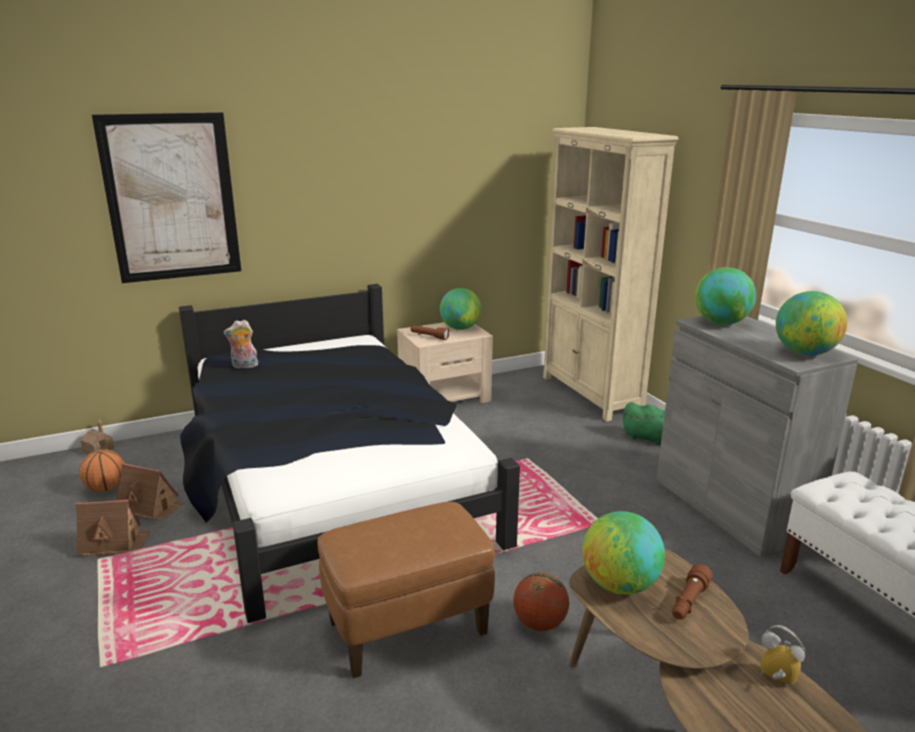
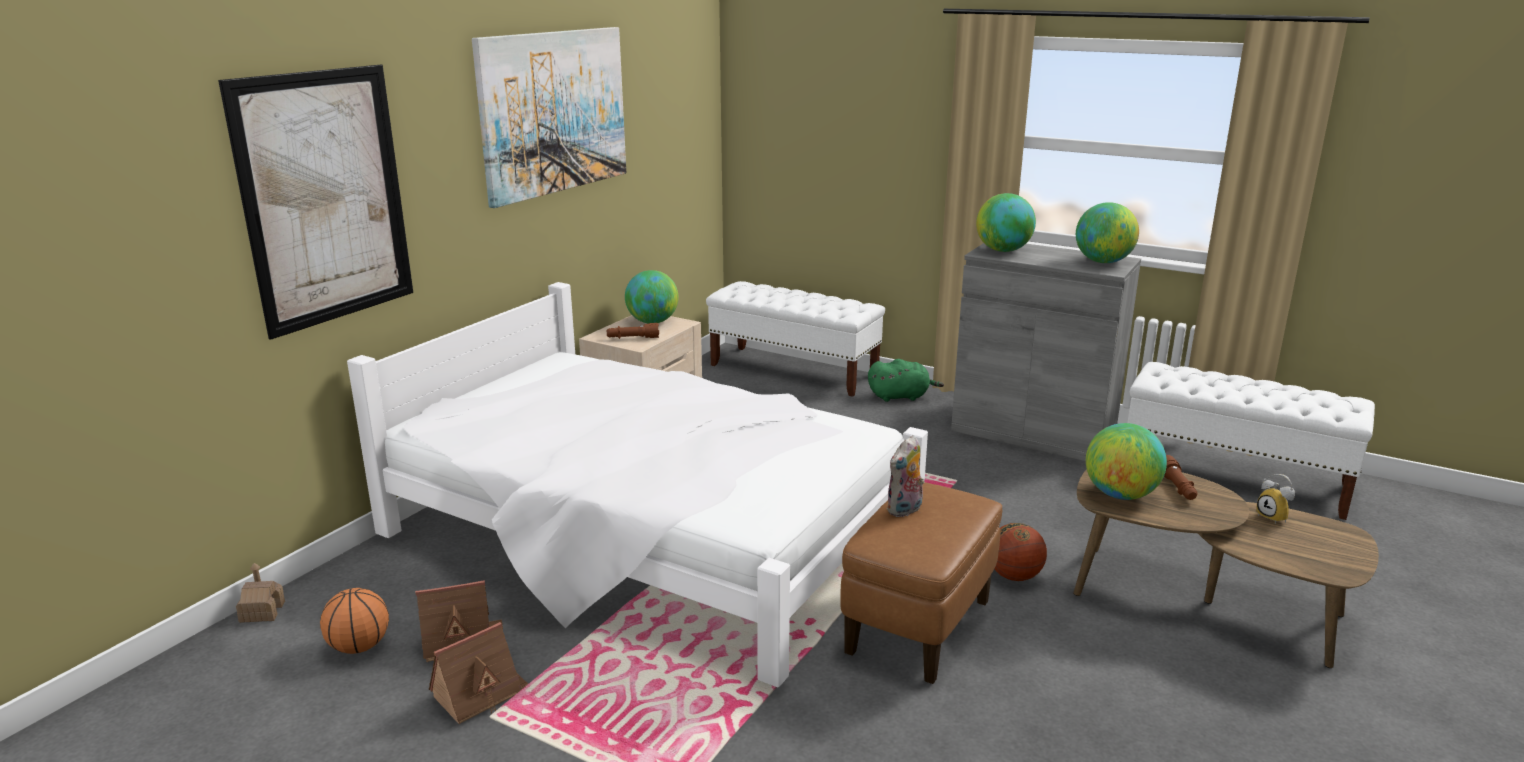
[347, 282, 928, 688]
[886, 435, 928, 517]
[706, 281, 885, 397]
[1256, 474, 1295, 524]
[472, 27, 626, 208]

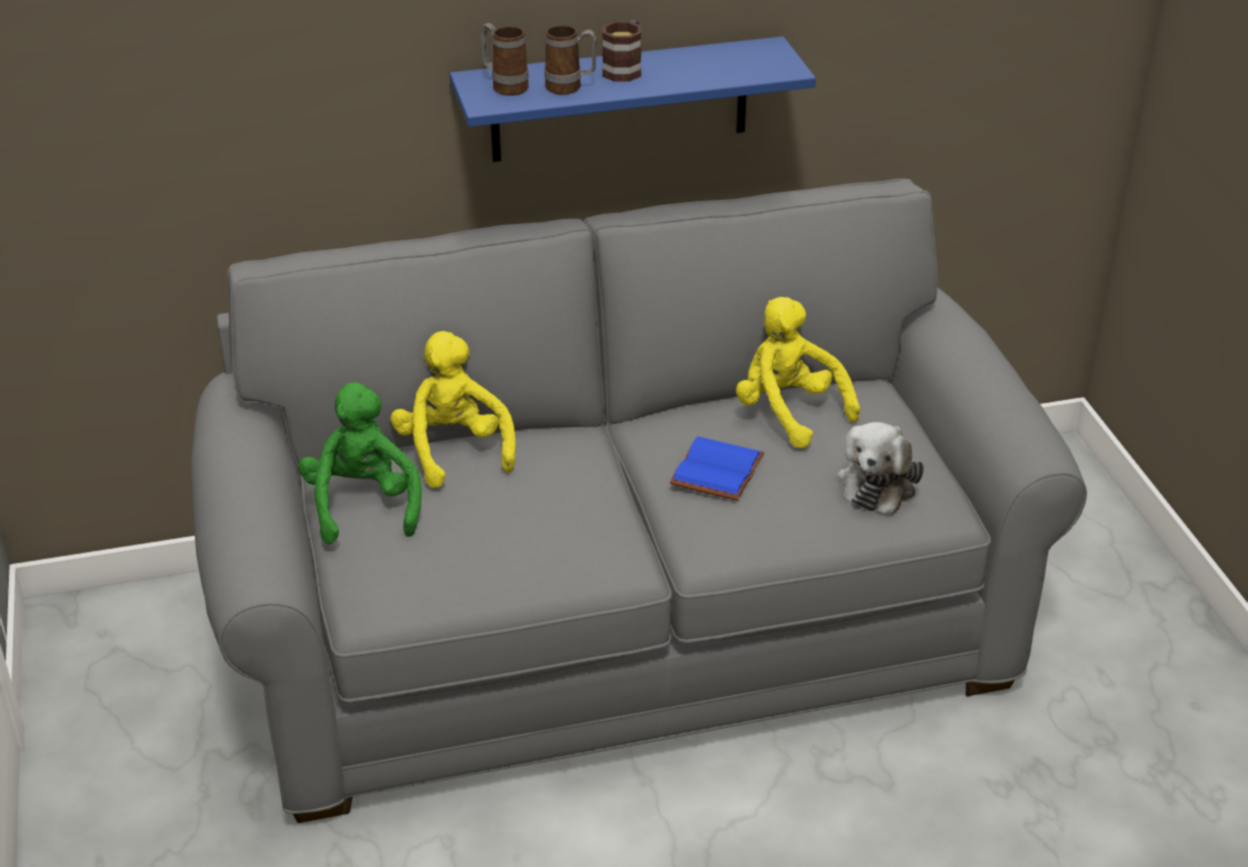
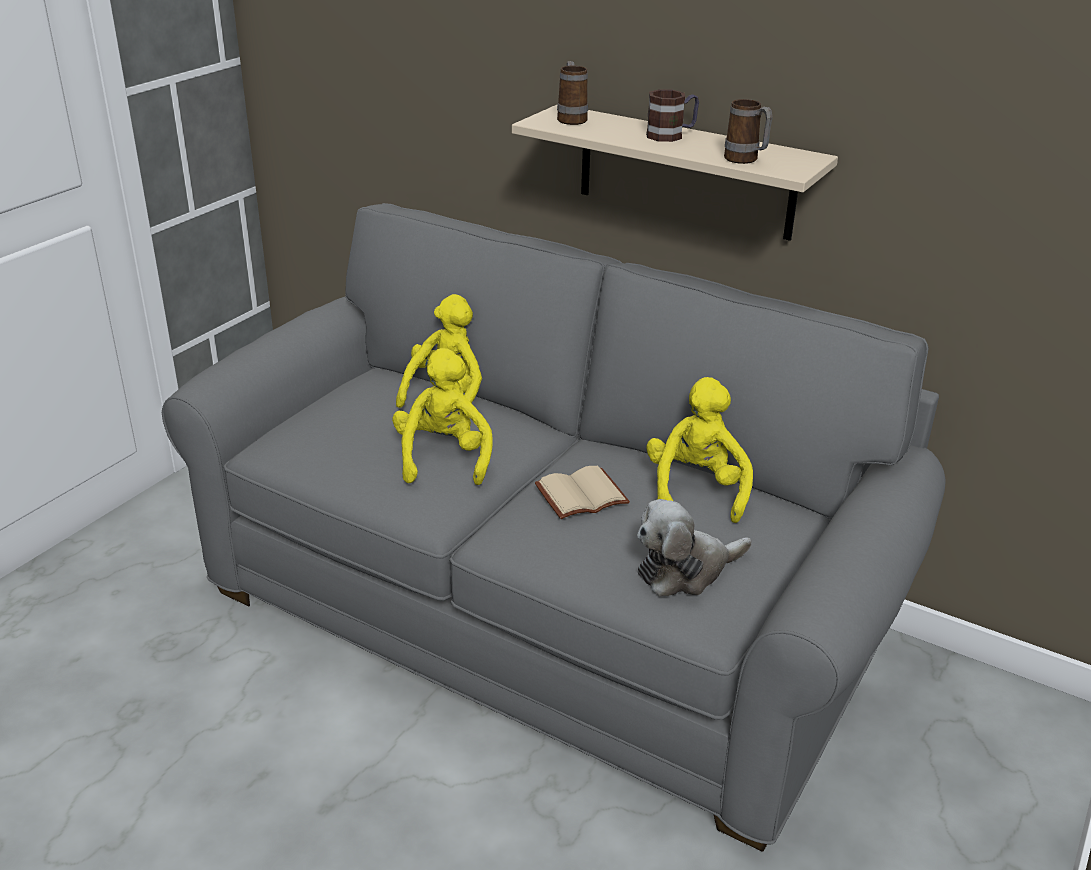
[298, 382, 422, 544] (first image)
[512, 105, 838, 241]
[724, 99, 773, 164]
[535, 466, 630, 519]
[392, 348, 492, 485]

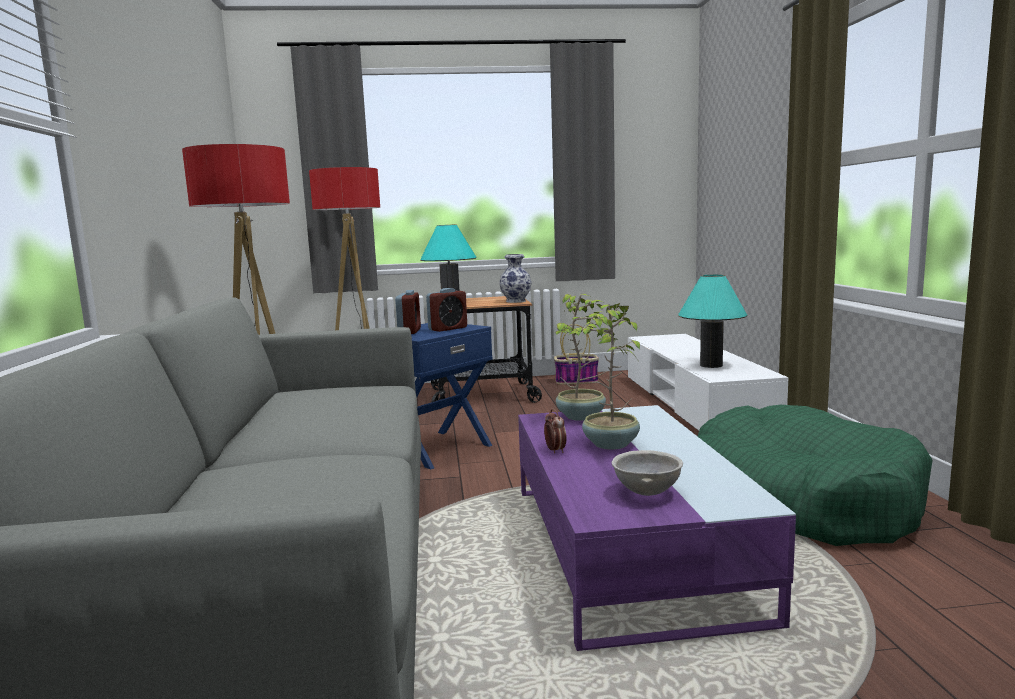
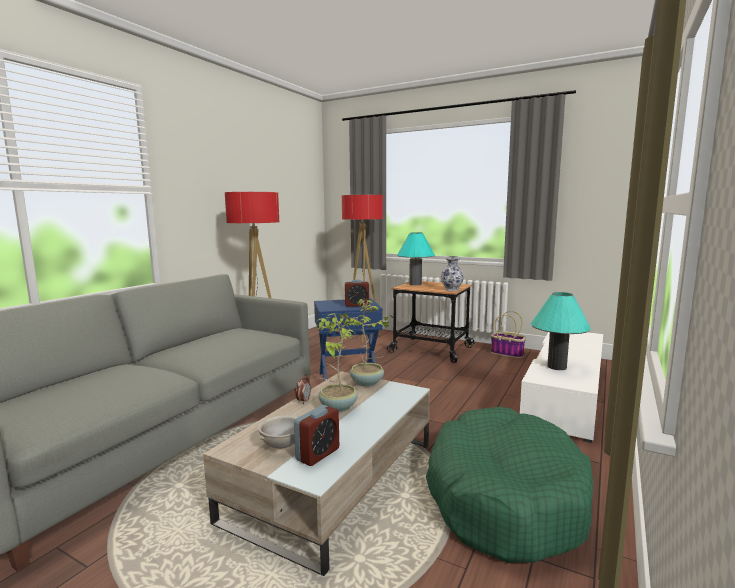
[294, 405, 339, 466]
[203, 371, 430, 576]

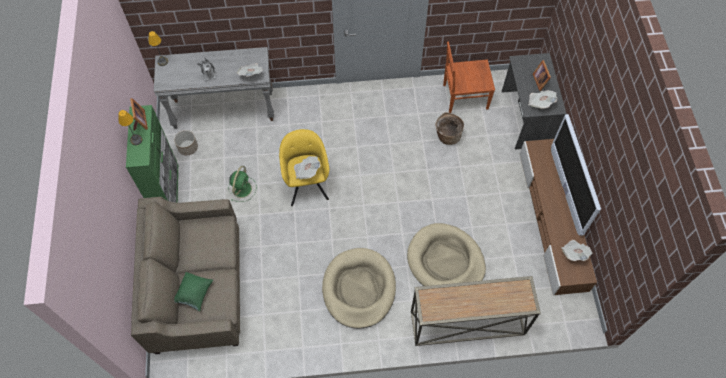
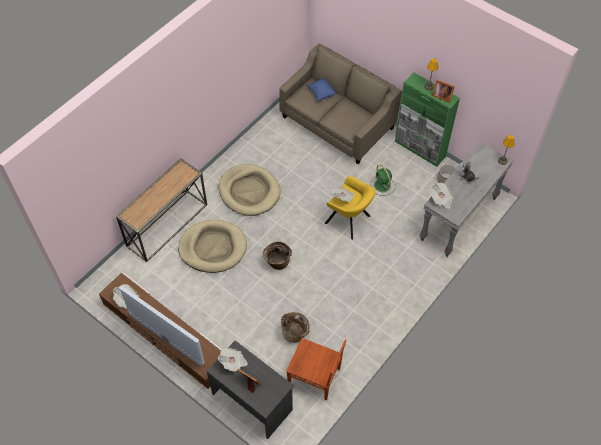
[306, 78, 336, 102]
[286, 338, 347, 400]
[263, 242, 292, 270]

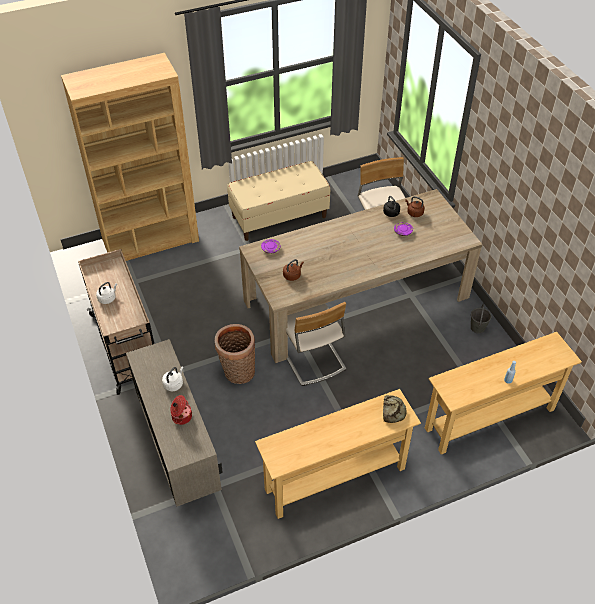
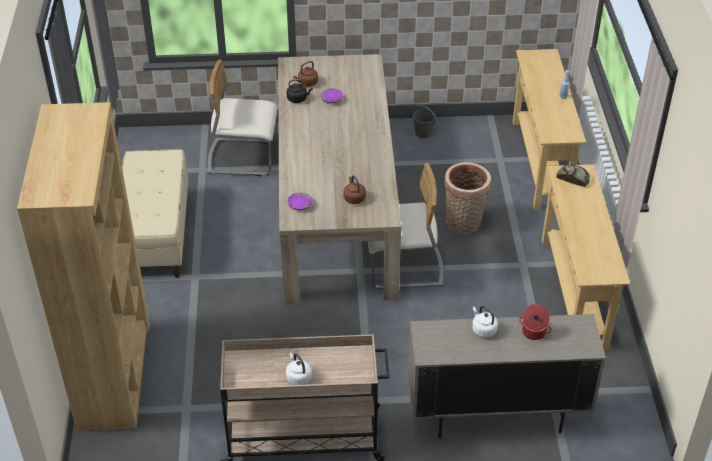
[444, 162, 491, 234]

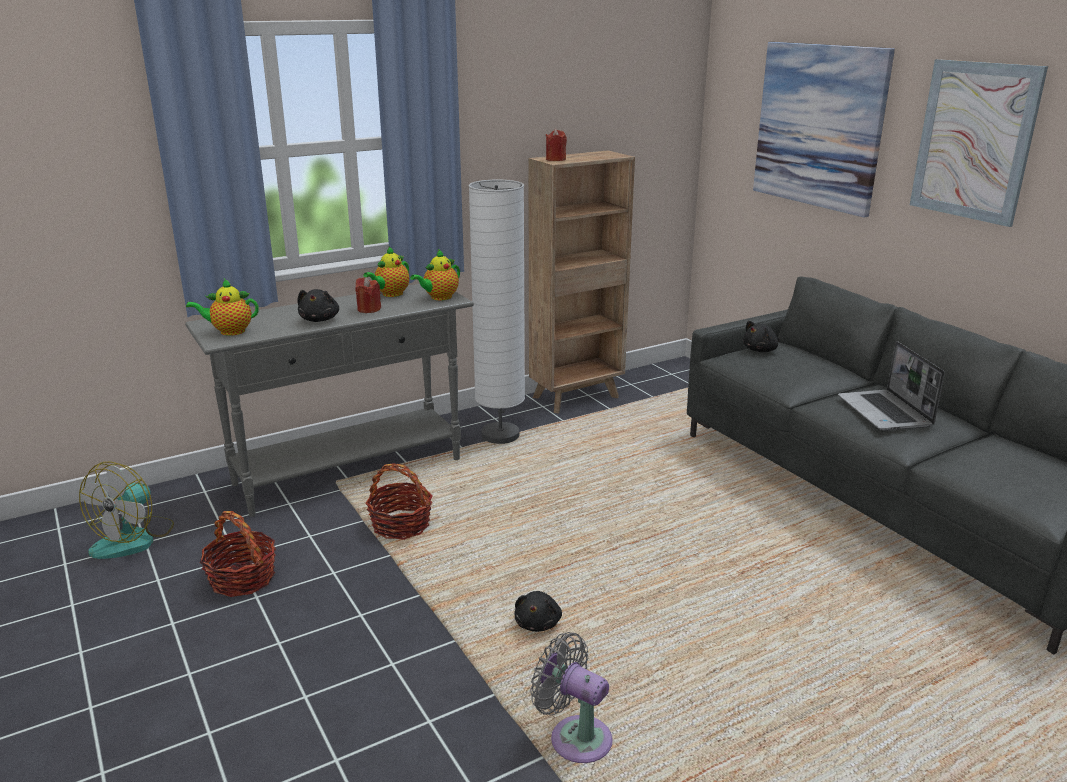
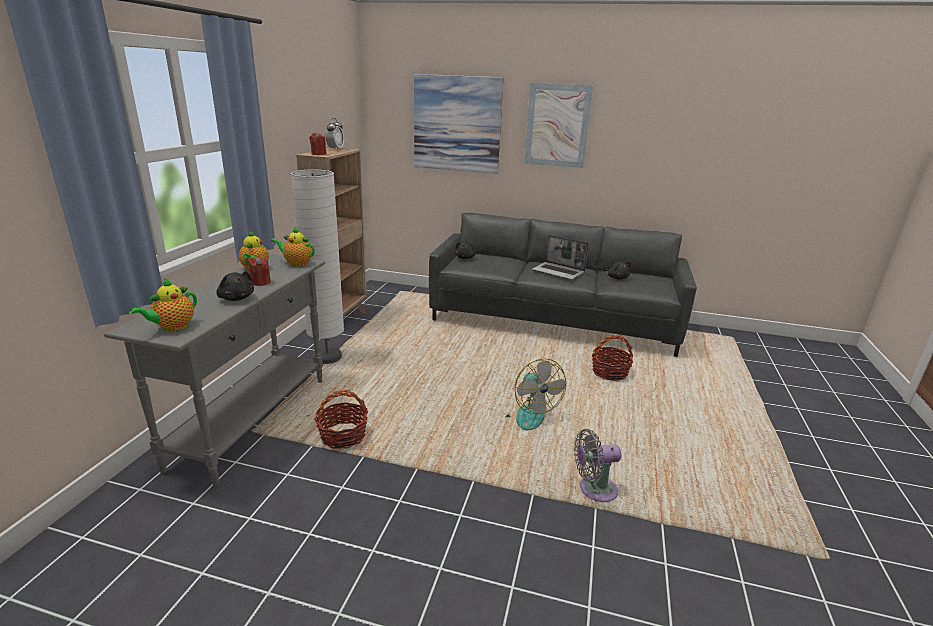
[505, 359, 566, 430]
[592, 335, 633, 381]
[271, 226, 315, 267]
[604, 261, 631, 279]
[325, 118, 344, 149]

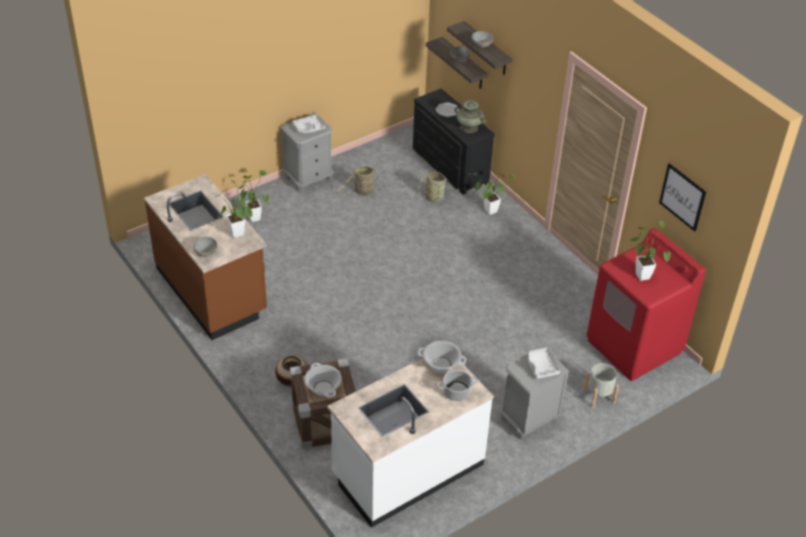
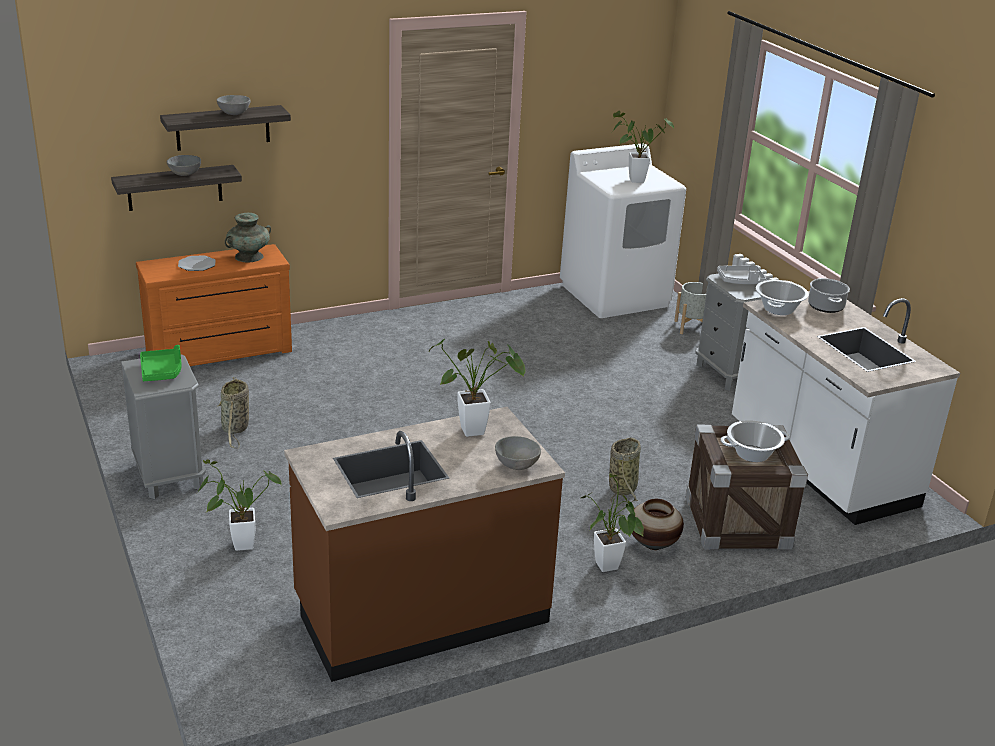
[140, 345, 182, 381]
[136, 244, 292, 366]
[609, 438, 641, 504]
[581, 473, 644, 572]
[560, 144, 686, 318]
[659, 163, 706, 232] (first image)

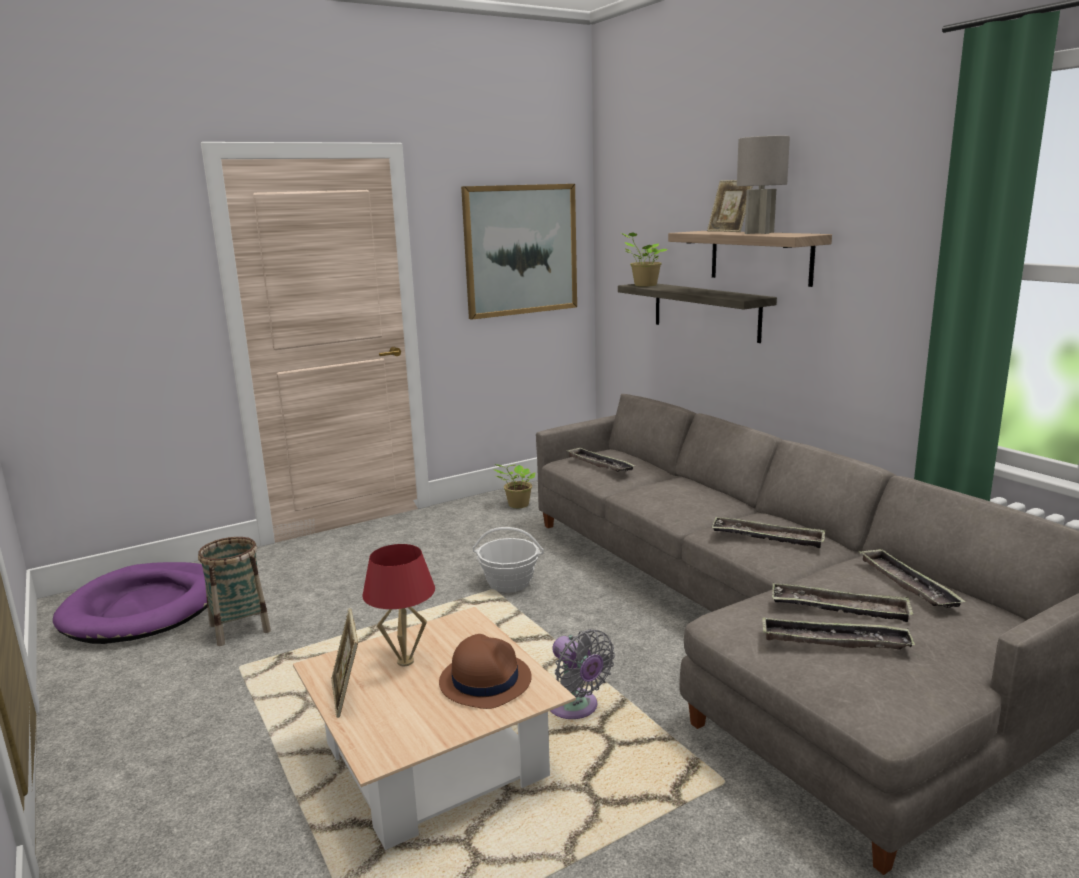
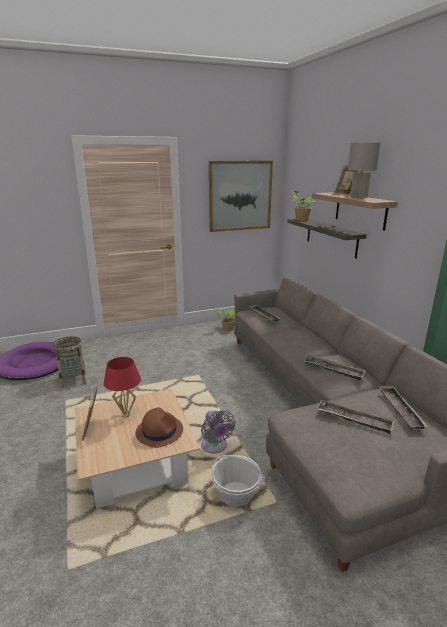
[209, 455, 265, 507]
[762, 617, 915, 650] (first image)

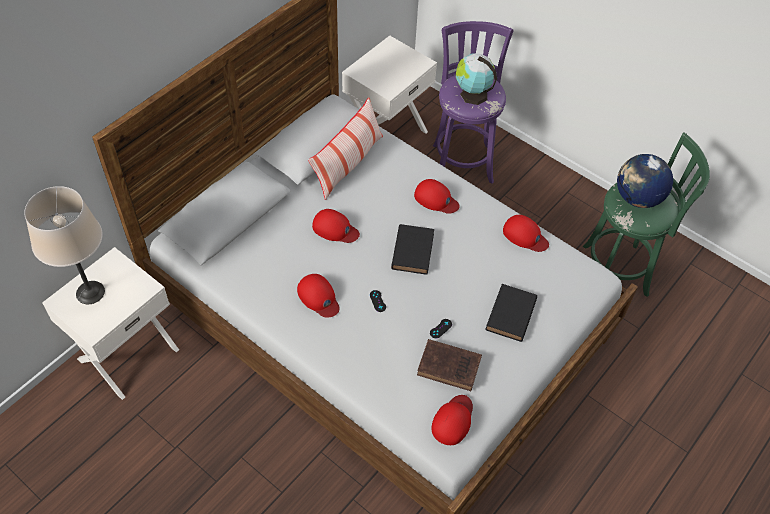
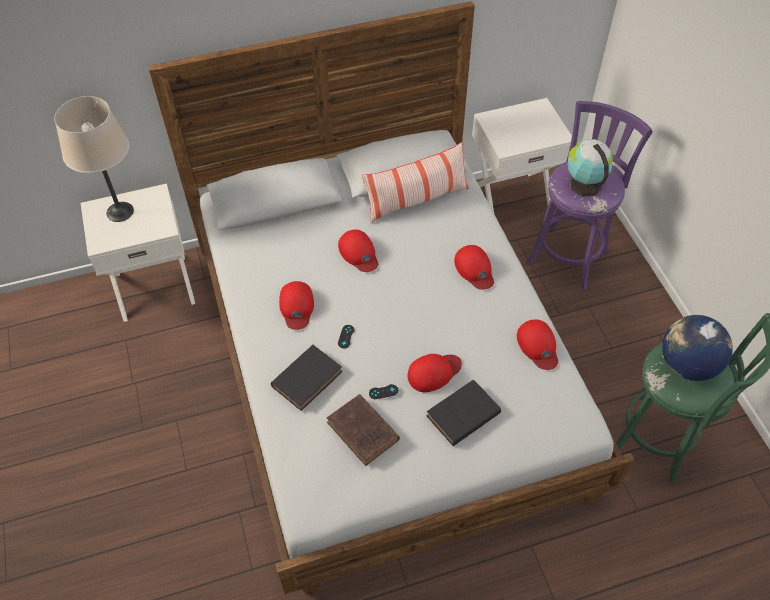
[271, 345, 343, 411]
[408, 354, 462, 392]

